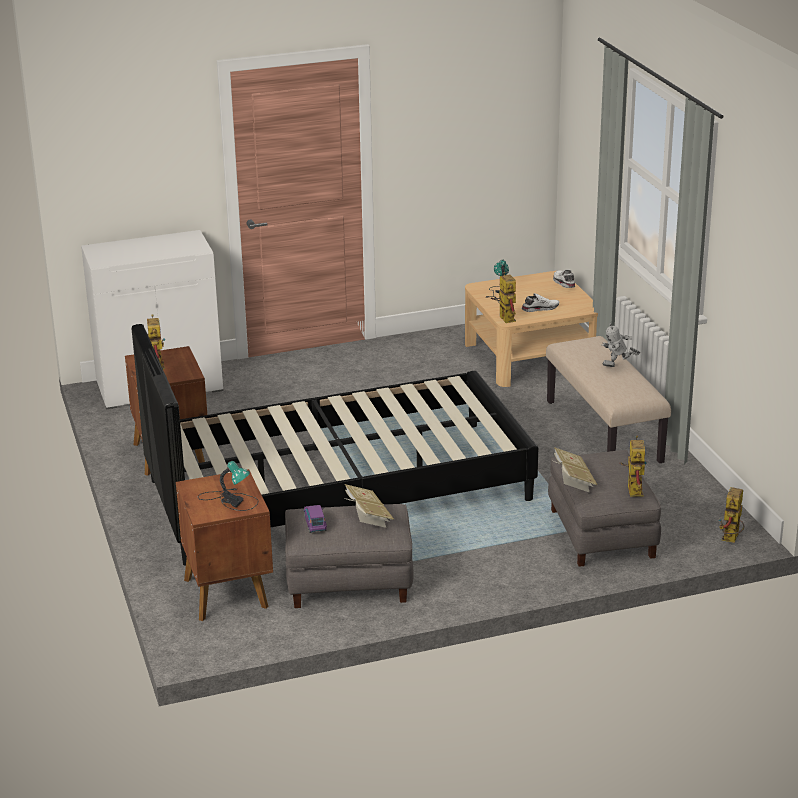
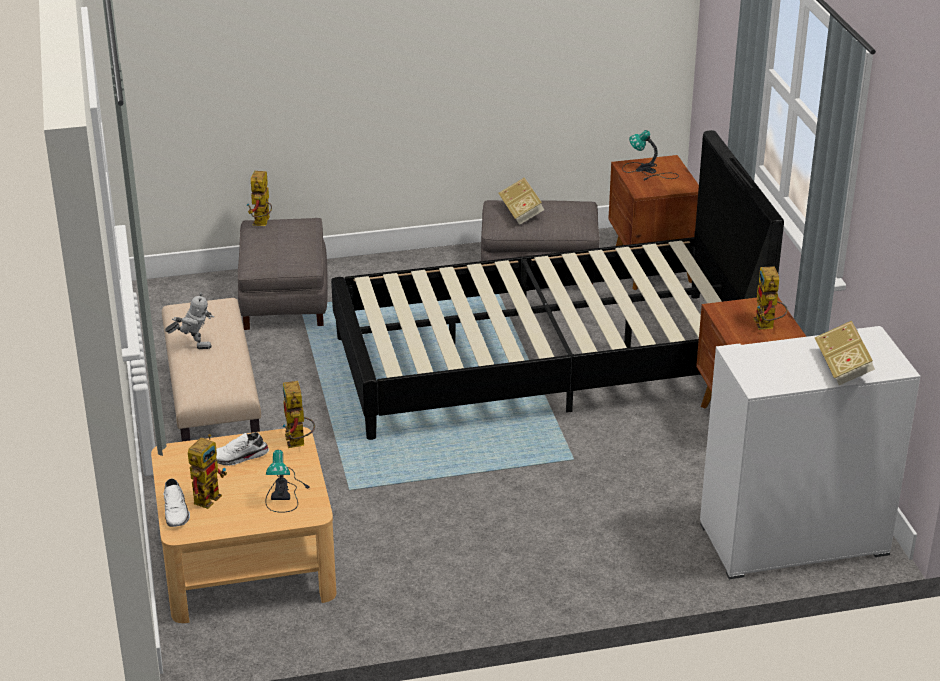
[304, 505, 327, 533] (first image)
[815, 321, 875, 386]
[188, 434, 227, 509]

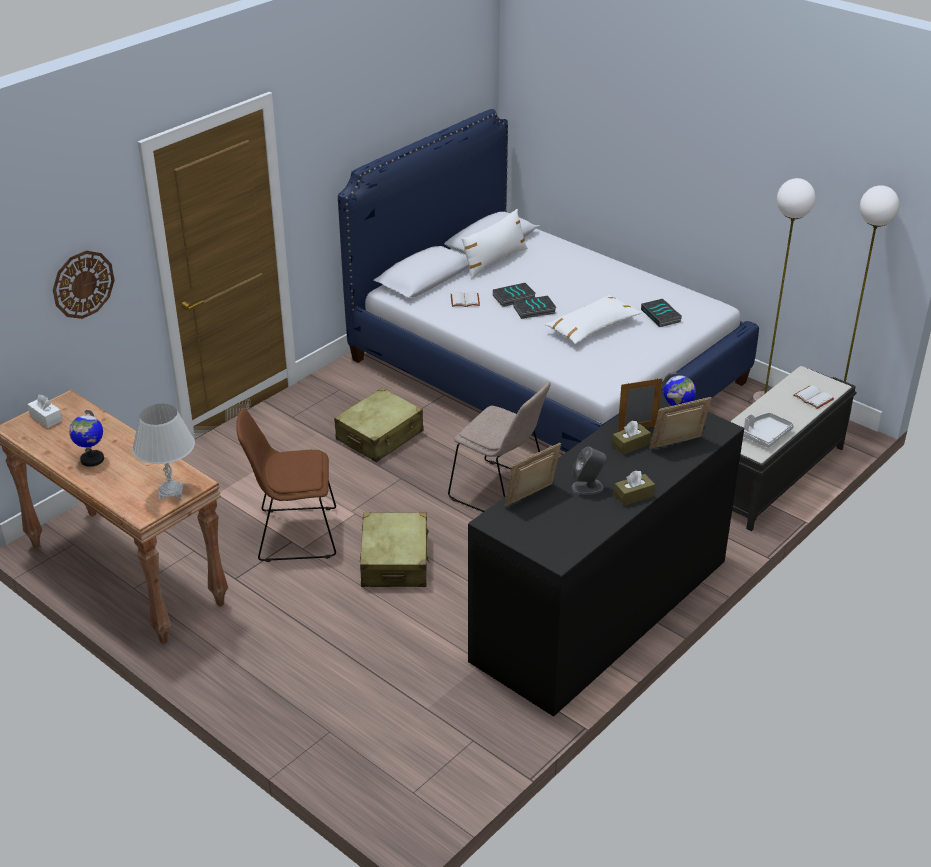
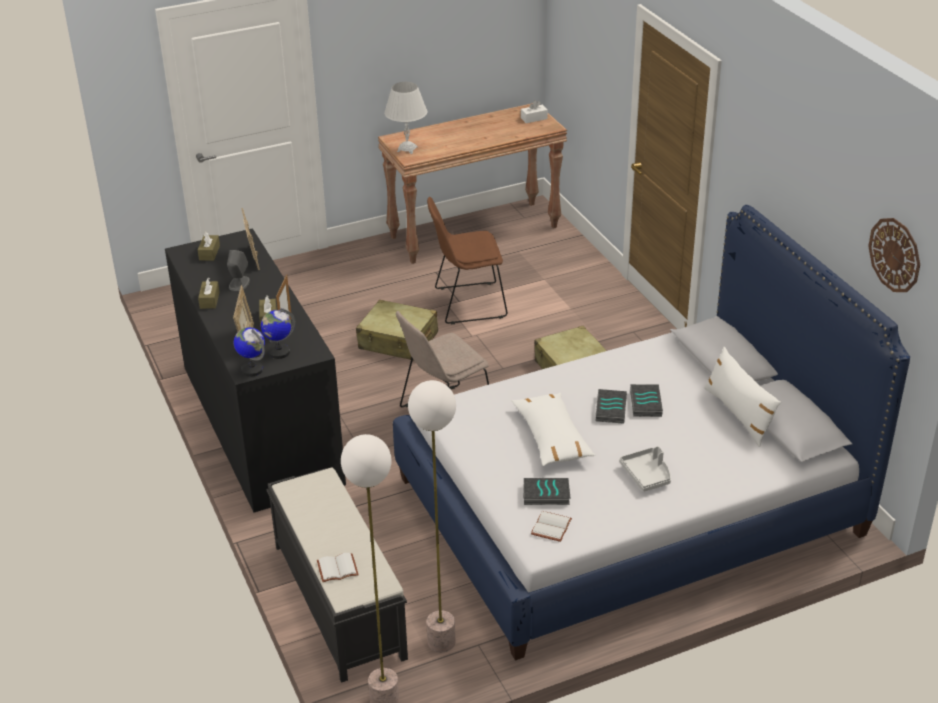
[868, 218, 920, 292]
[234, 327, 265, 377]
[427, 197, 508, 325]
[531, 511, 572, 542]
[619, 446, 671, 492]
[198, 232, 220, 261]

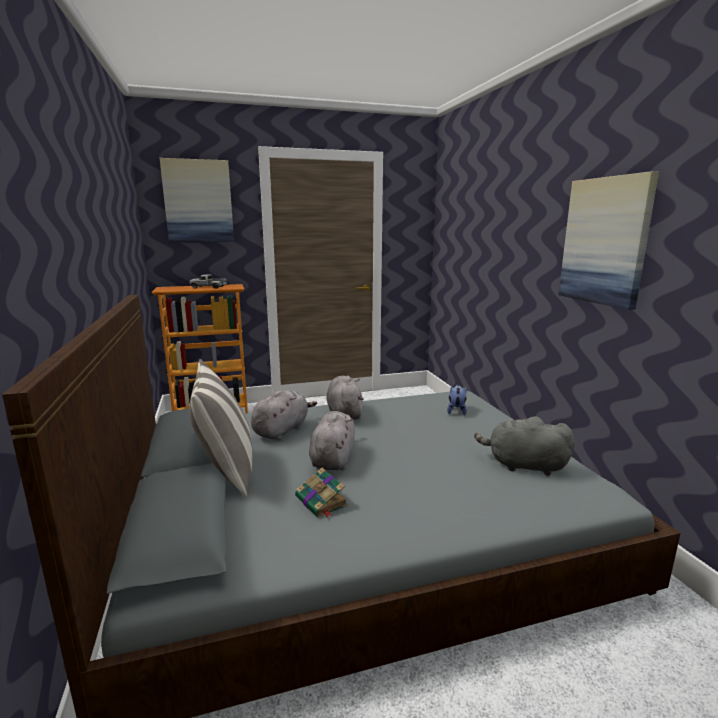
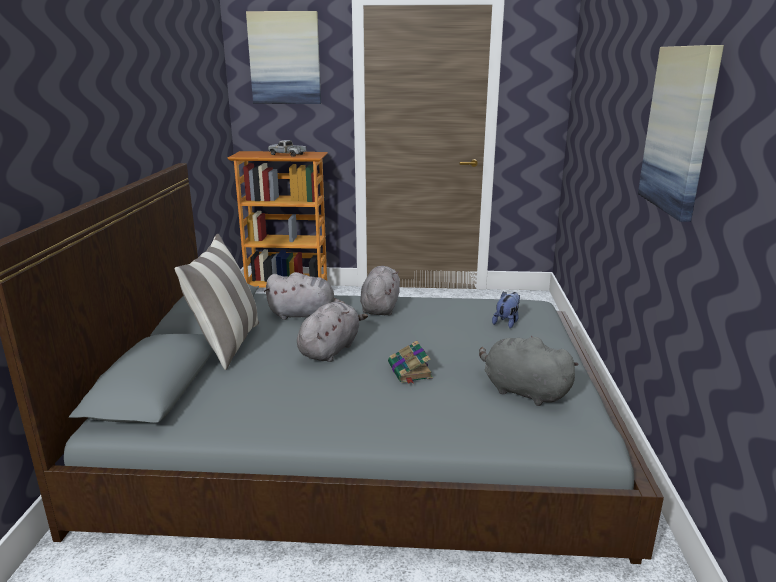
[264, 272, 346, 320]
[388, 341, 433, 384]

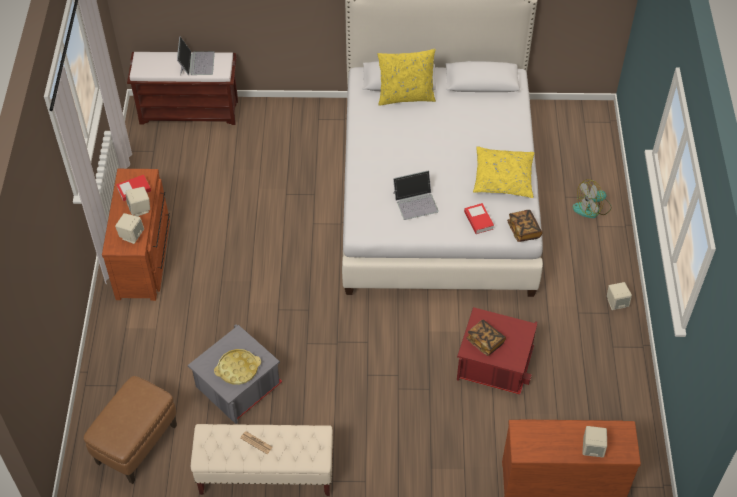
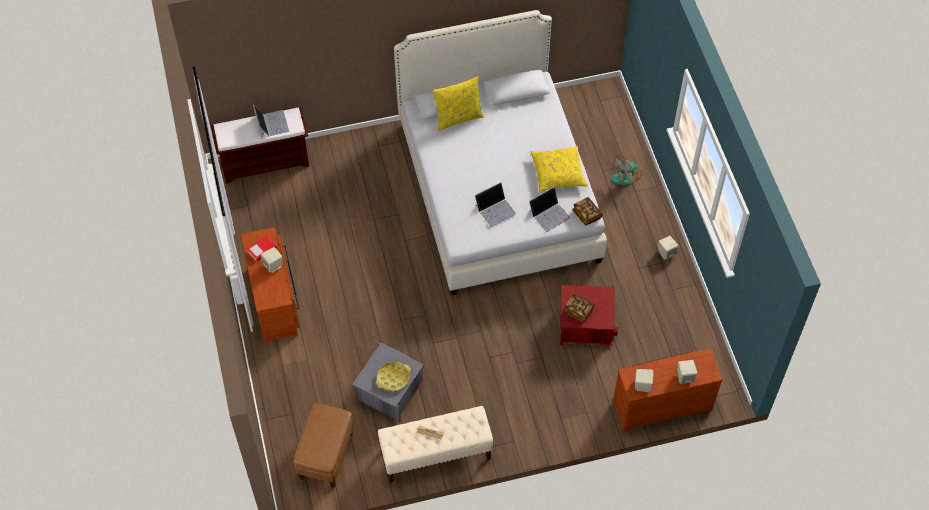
[635, 369, 654, 392]
[529, 187, 570, 232]

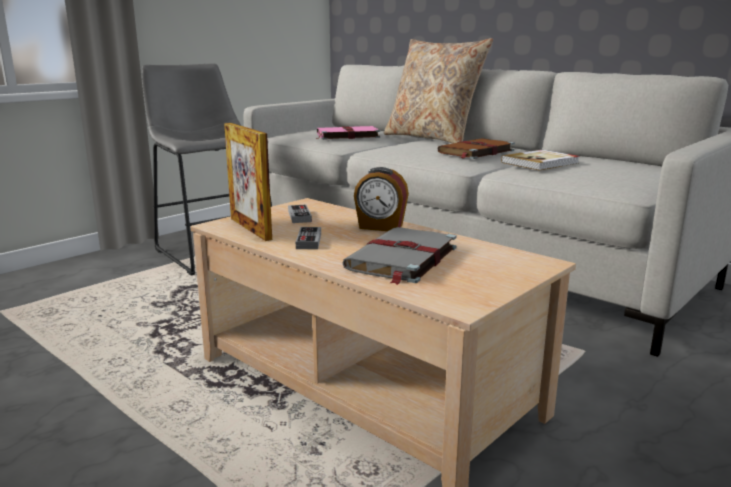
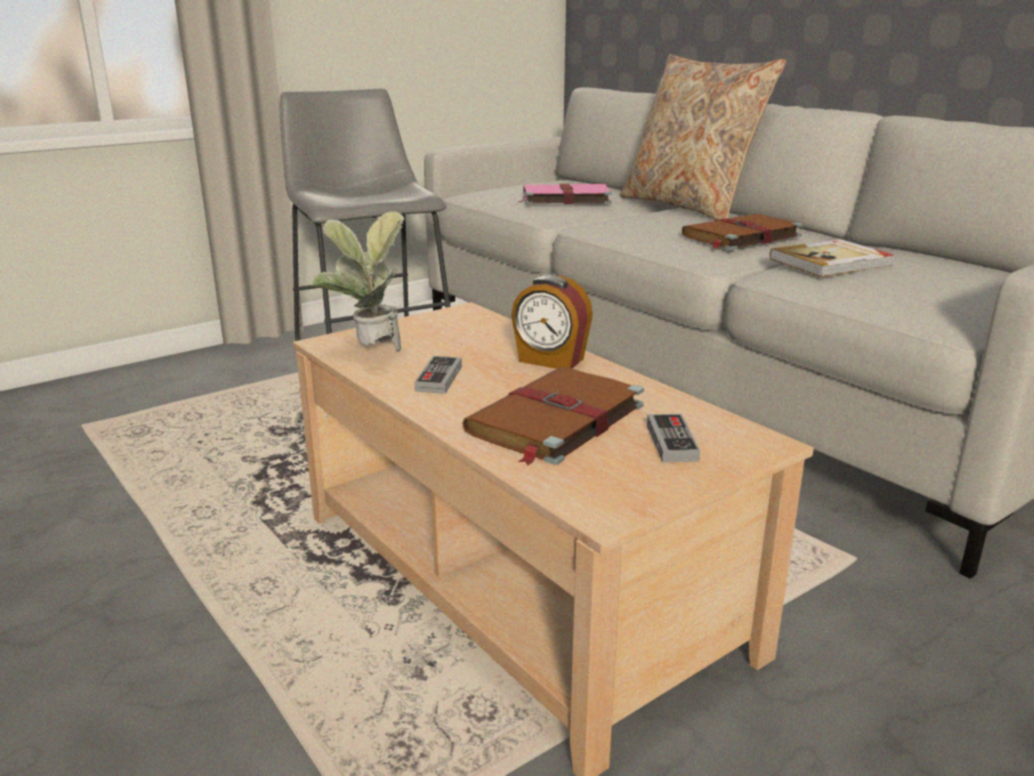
[312, 211, 405, 351]
[647, 414, 700, 462]
[462, 367, 644, 466]

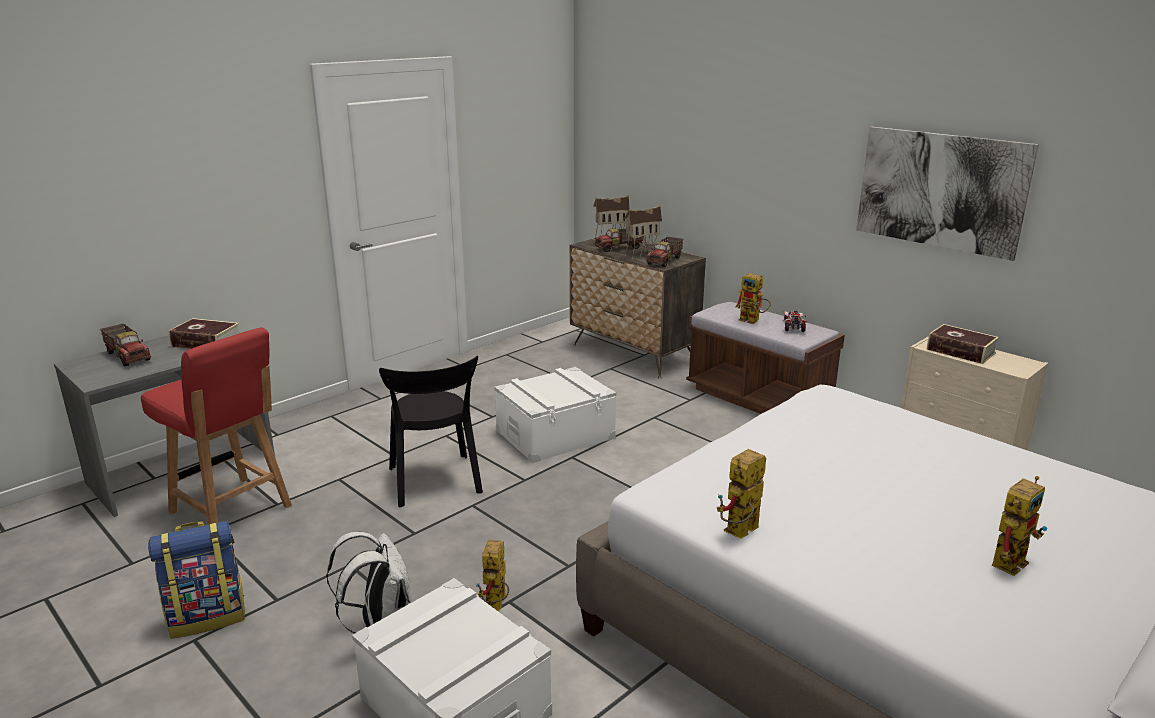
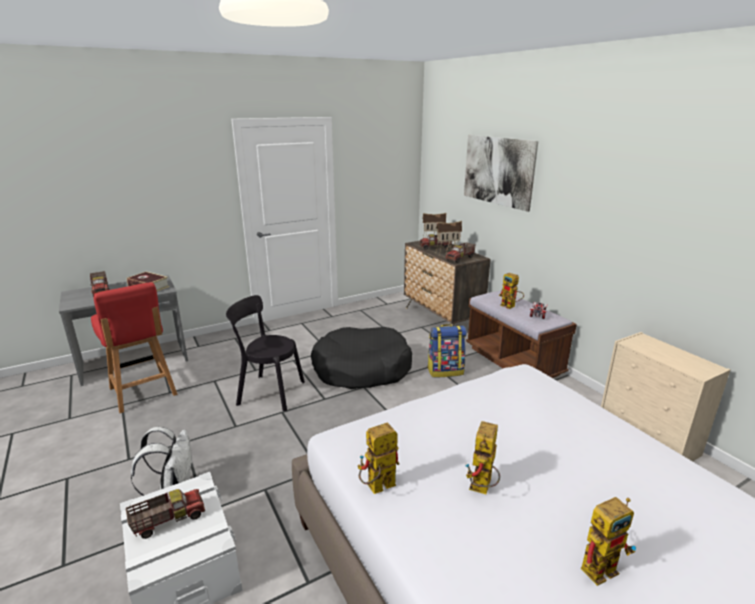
[427, 324, 467, 377]
[226, 295, 305, 411]
[465, 421, 500, 494]
[311, 327, 412, 389]
[464, 135, 538, 212]
[927, 324, 999, 364] (first image)
[126, 489, 205, 539]

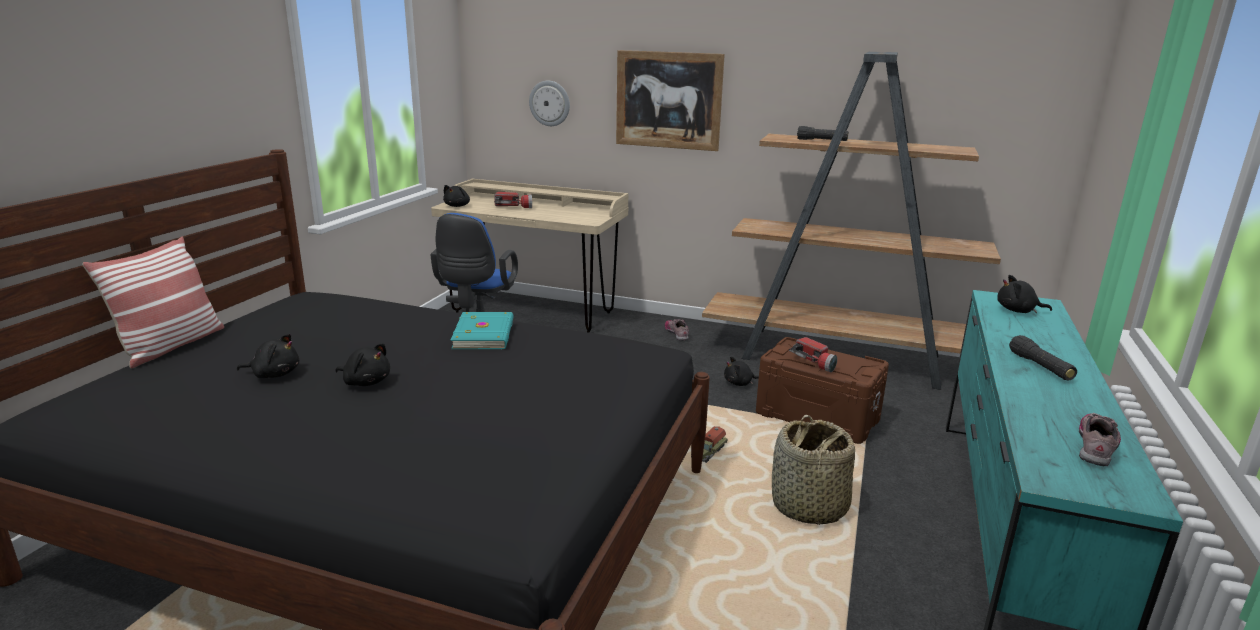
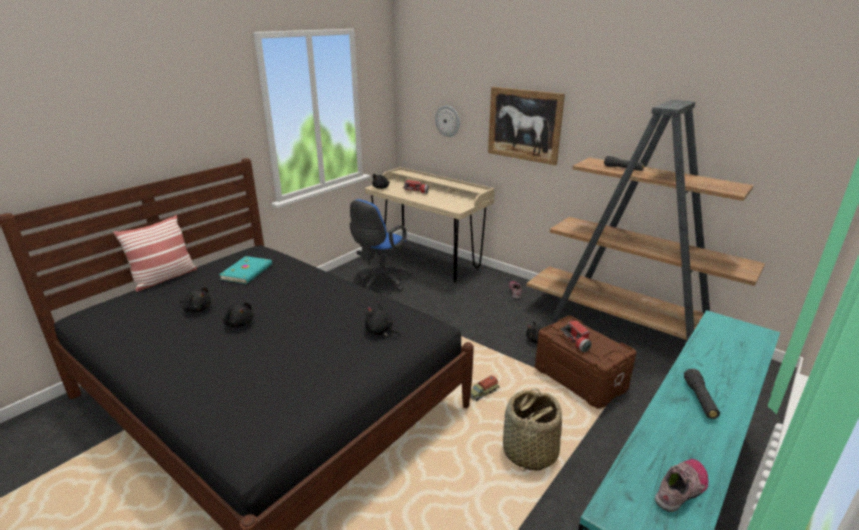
[219, 256, 272, 284]
[365, 303, 400, 336]

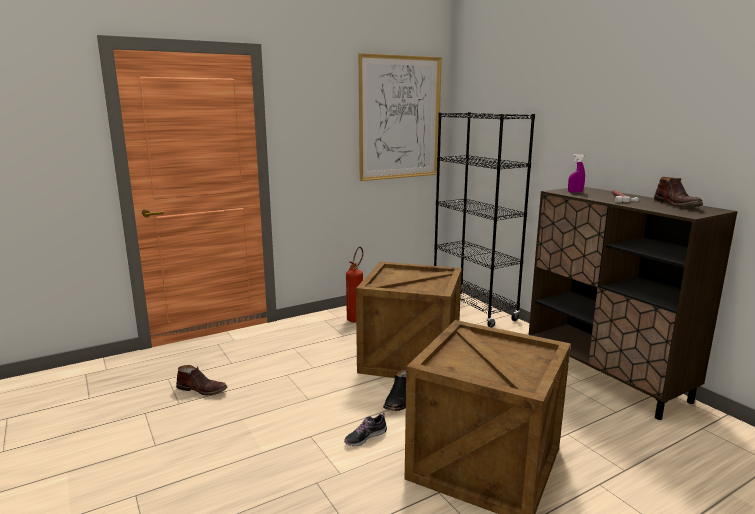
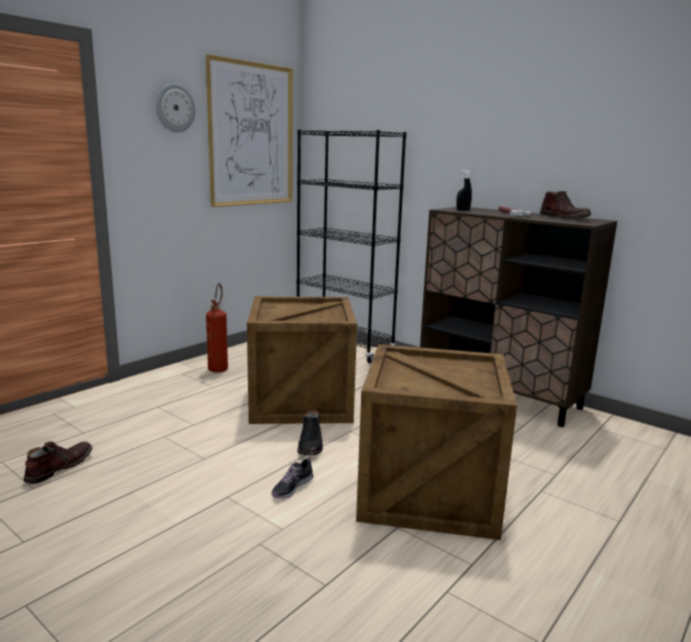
[24, 441, 92, 484]
[456, 170, 472, 211]
[156, 83, 195, 132]

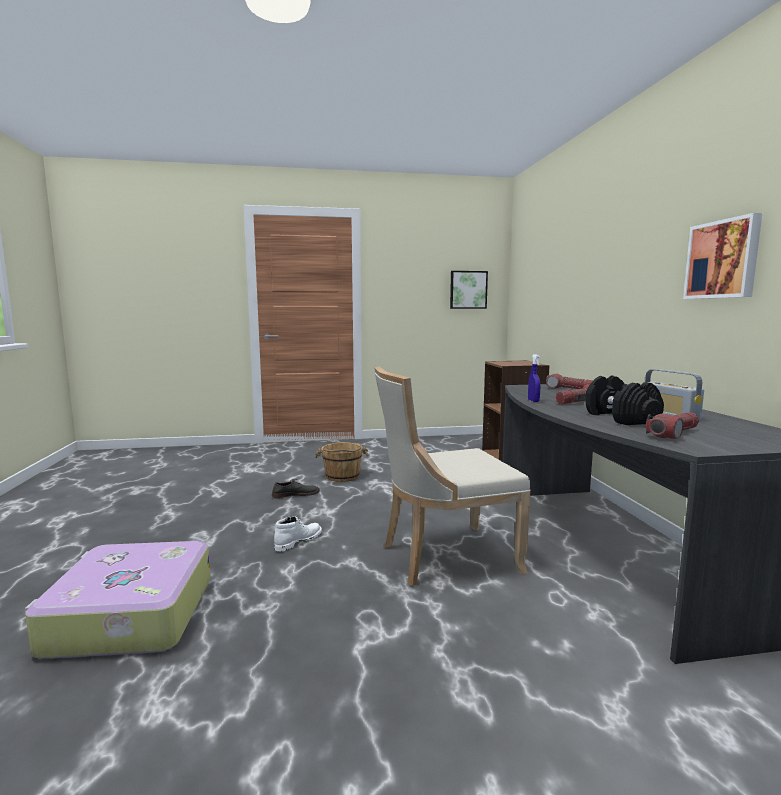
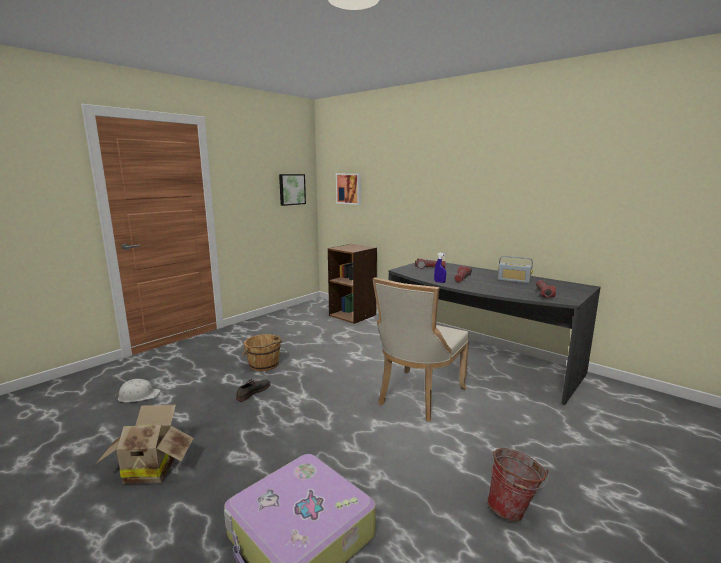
[274, 516, 322, 552] (first image)
[586, 375, 664, 425] (first image)
[336, 173, 361, 205]
[96, 404, 194, 484]
[115, 379, 161, 402]
[487, 448, 549, 521]

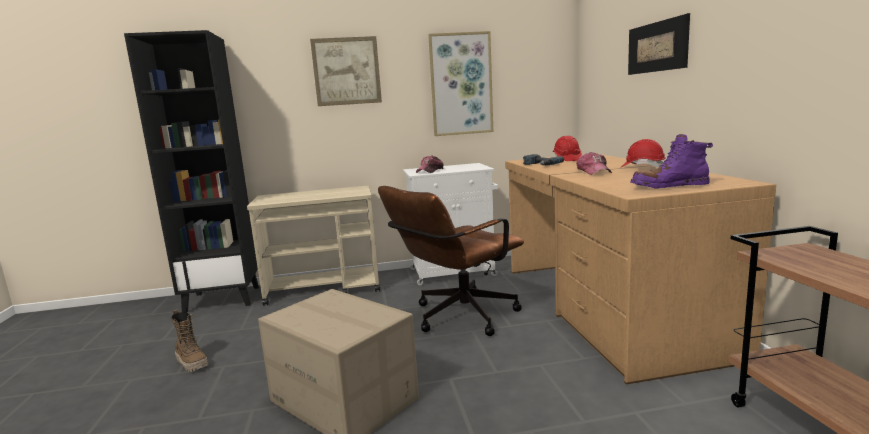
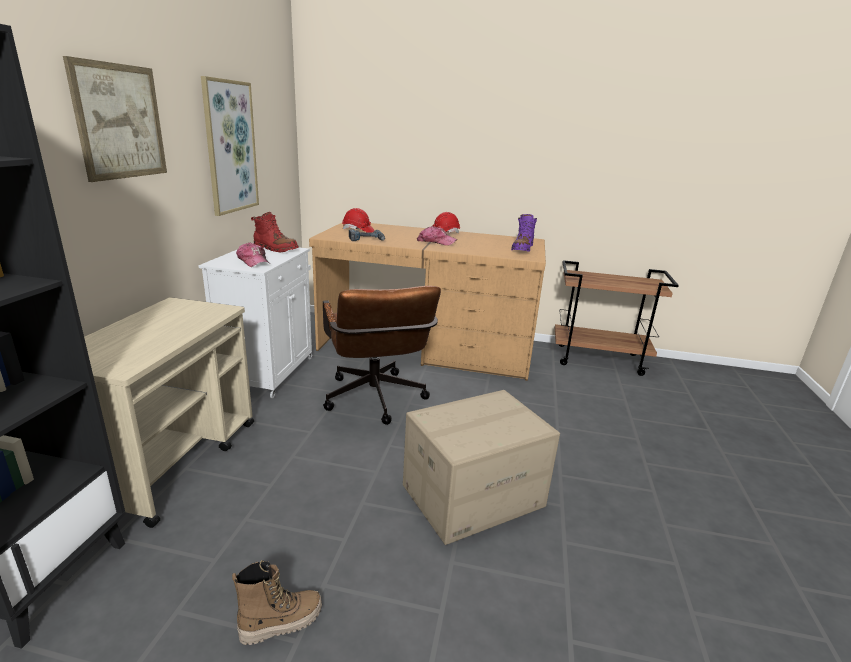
[628, 13, 690, 75] (first image)
[251, 212, 299, 252]

